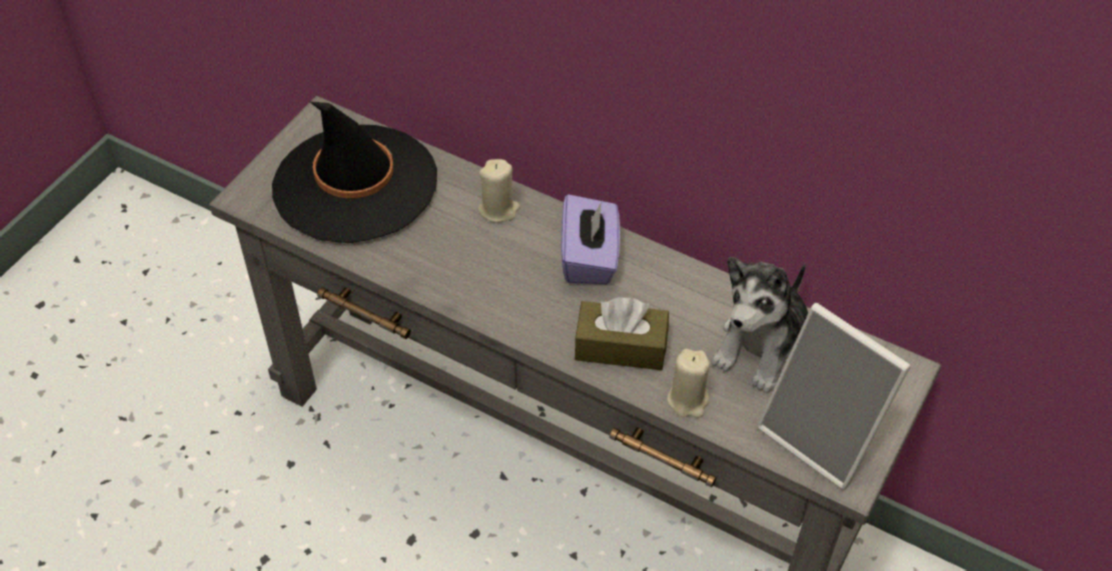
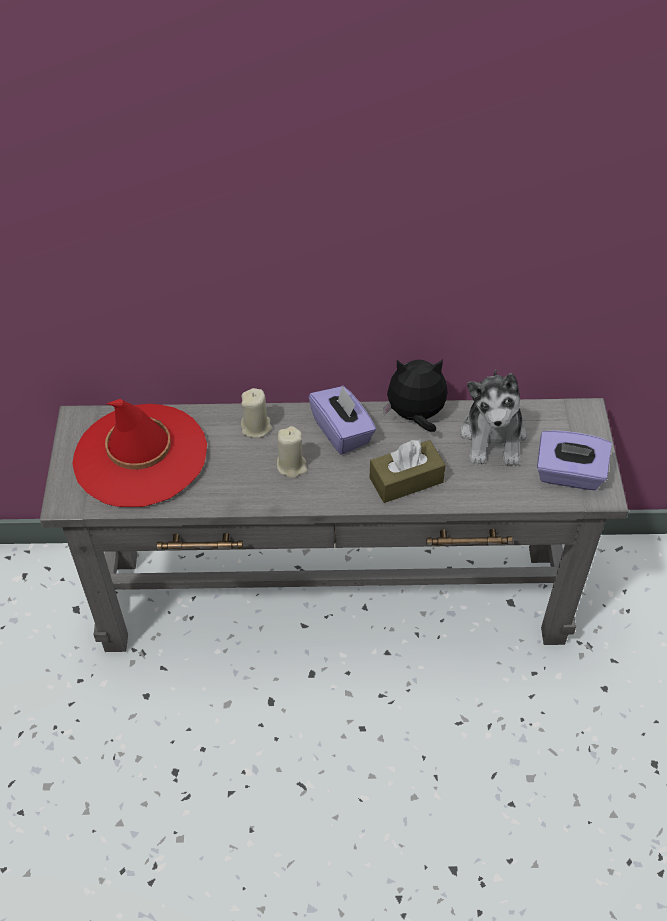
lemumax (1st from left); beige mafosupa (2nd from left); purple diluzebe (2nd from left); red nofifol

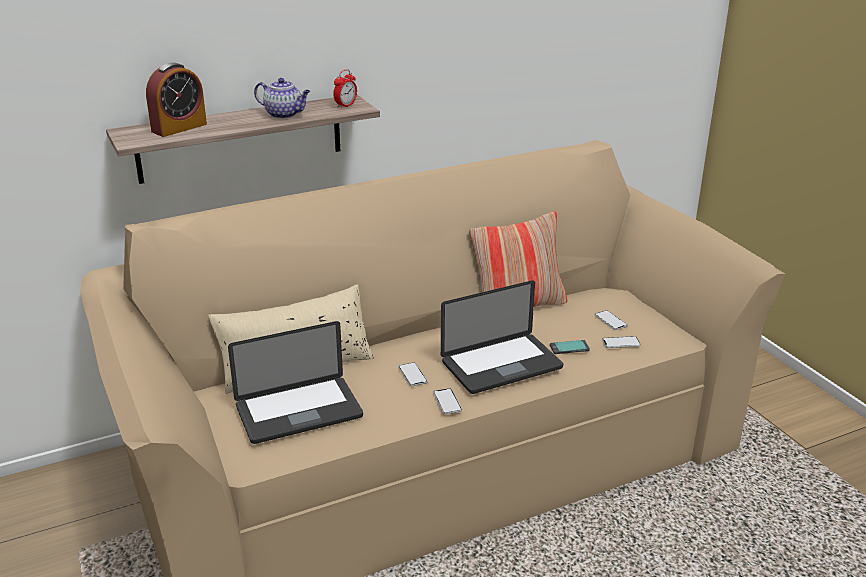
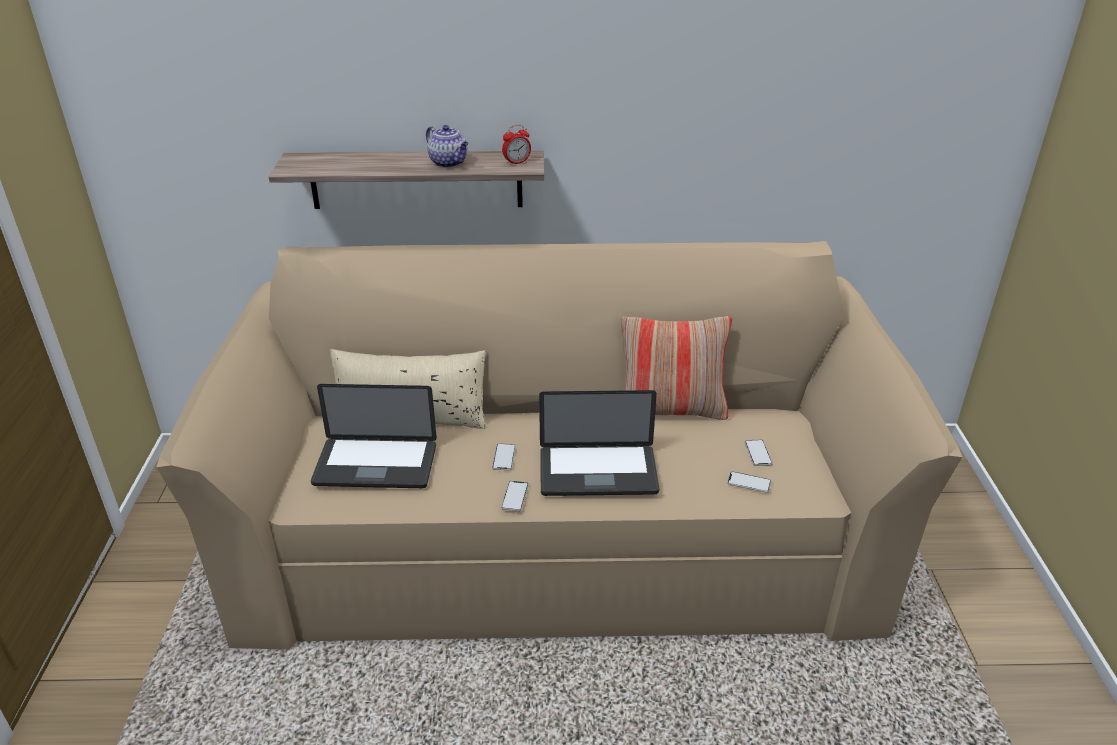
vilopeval (1st from left in the first image); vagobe (3rd from left in the first image)

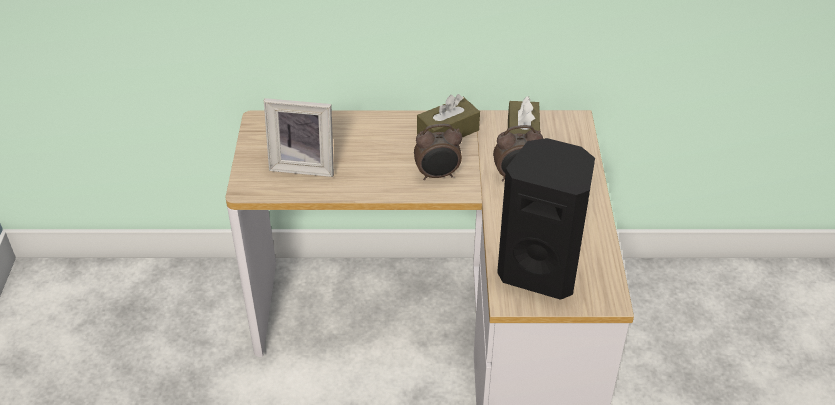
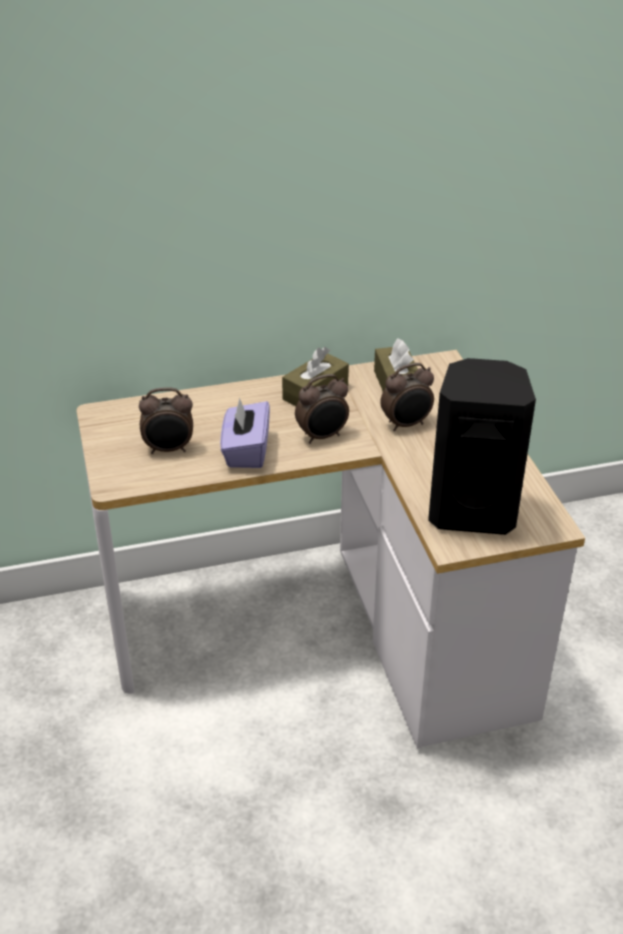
purple diluzebe; vilopeval (1st from left)

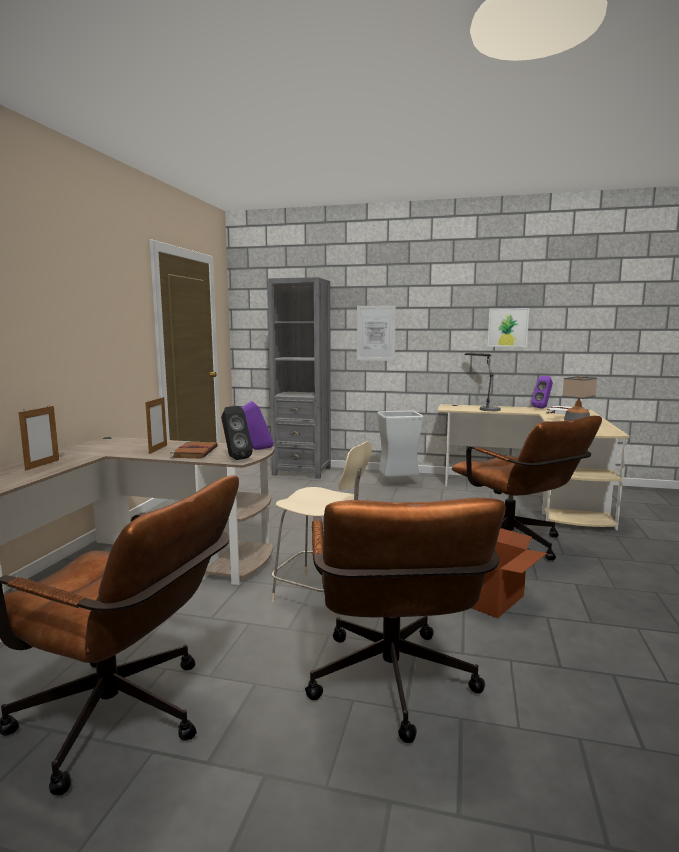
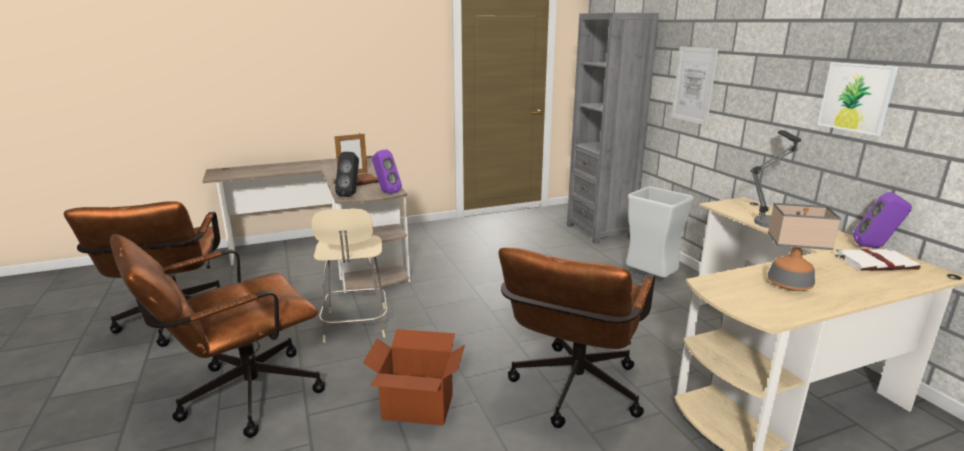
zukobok (1st from left in the first image)

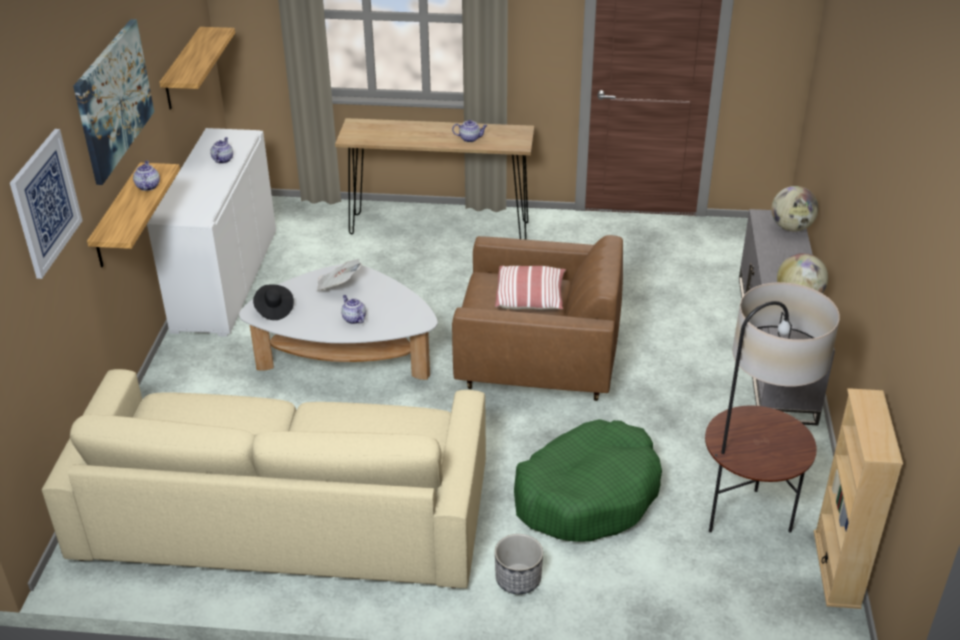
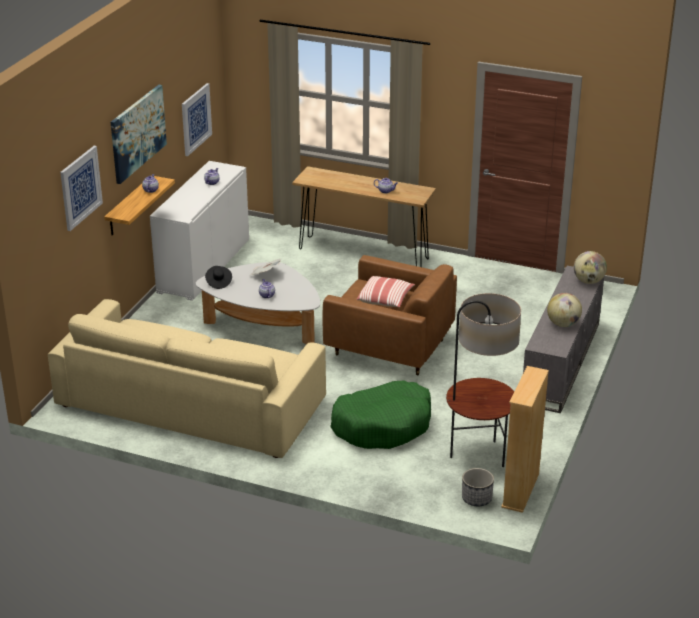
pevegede; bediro (3rd from left)

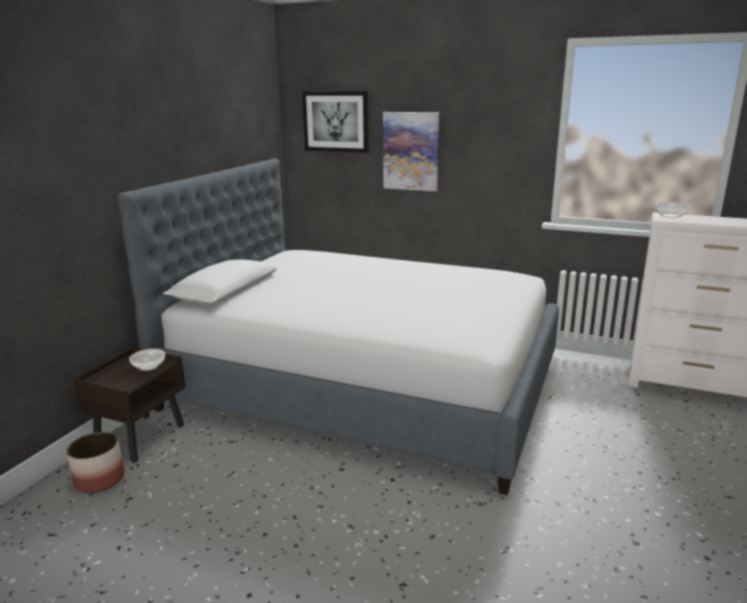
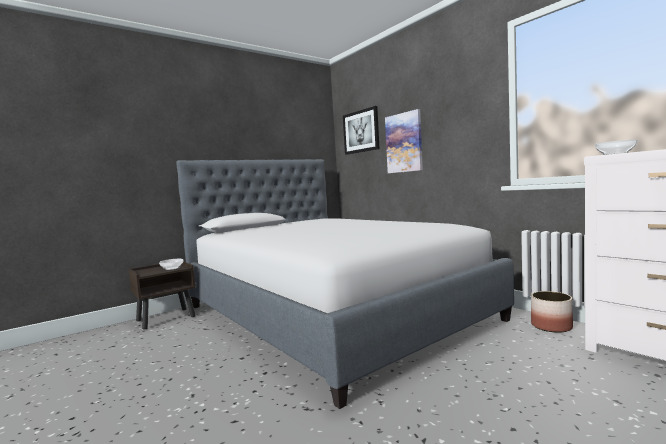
pevegede

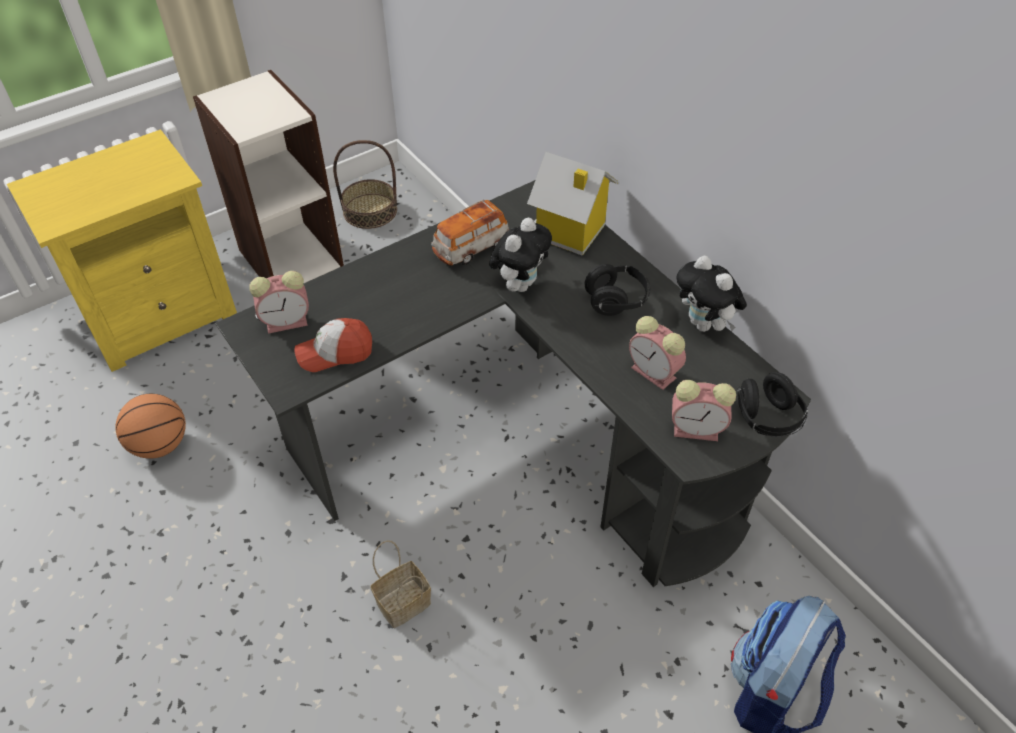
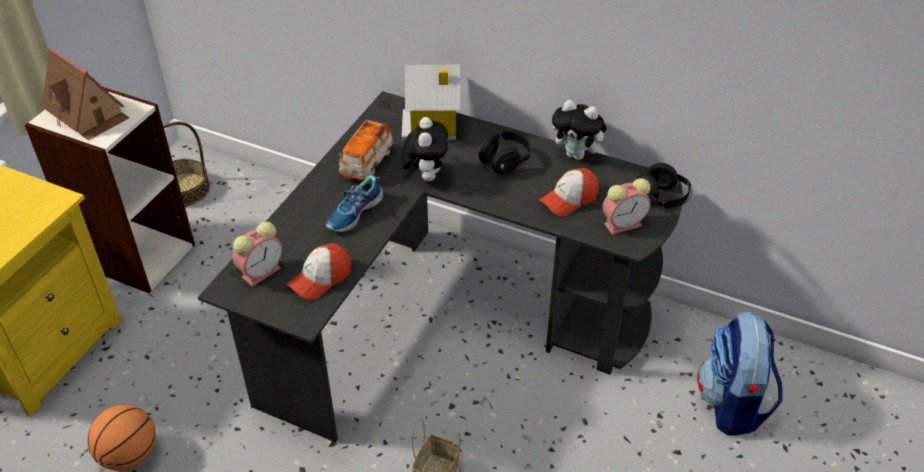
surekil (1st from left); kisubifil; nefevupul (2nd from left)

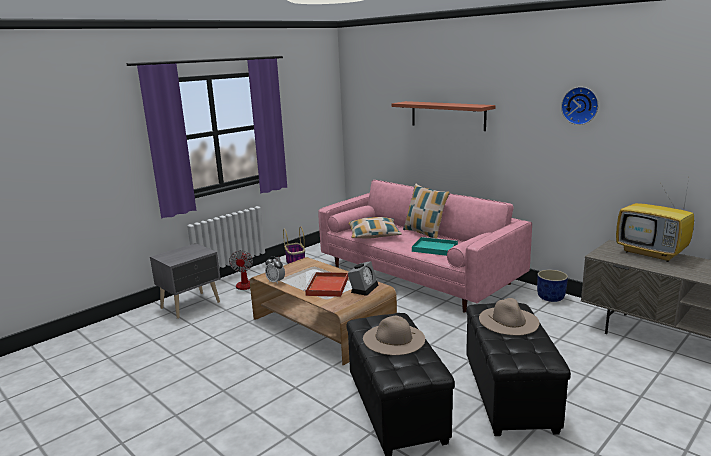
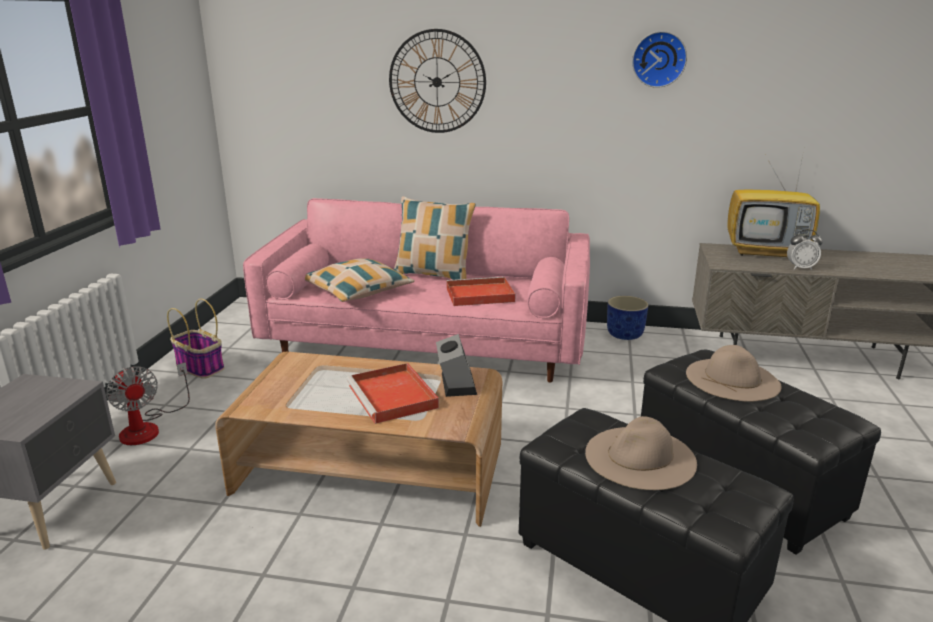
vilopeval (2nd from left); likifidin (1st from left); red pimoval (2nd from left)

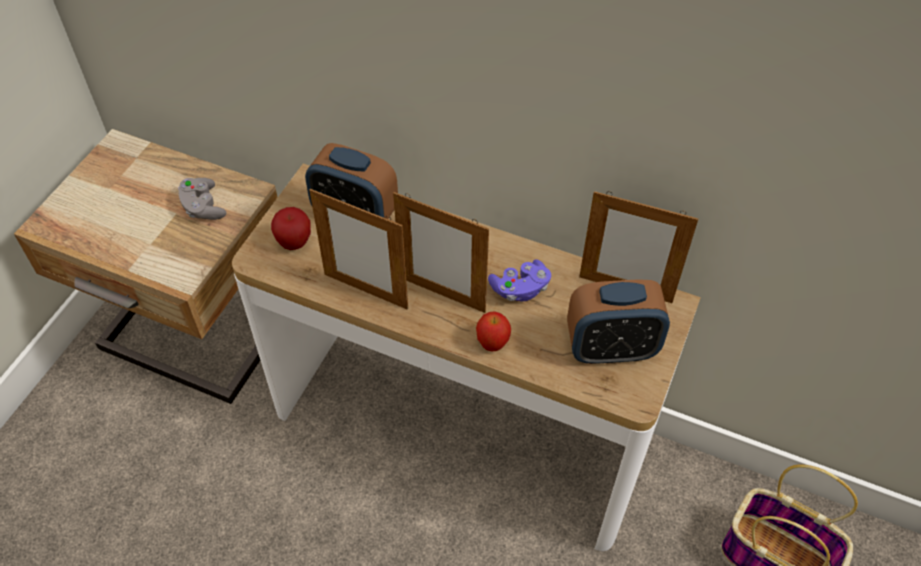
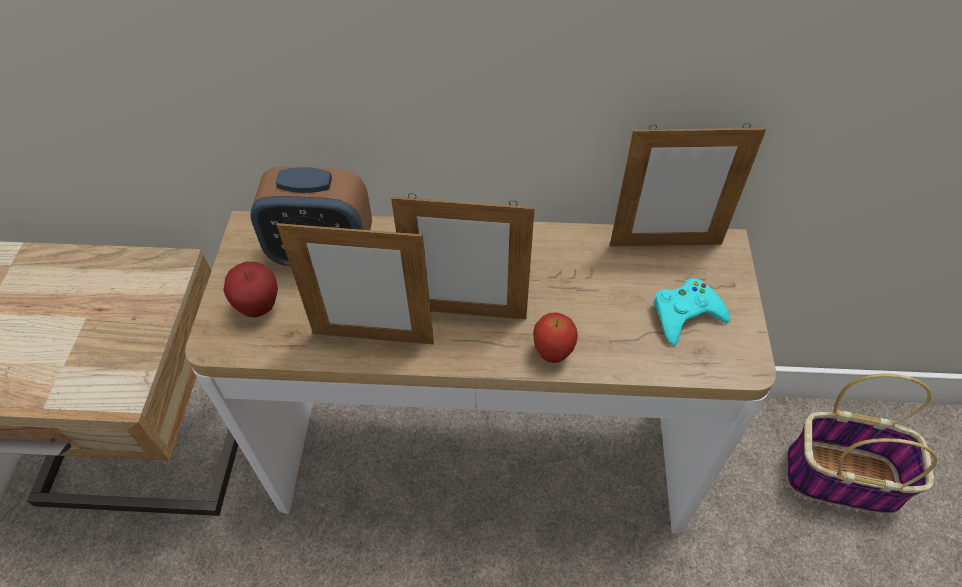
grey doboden; purple doboden; turquoise doboden

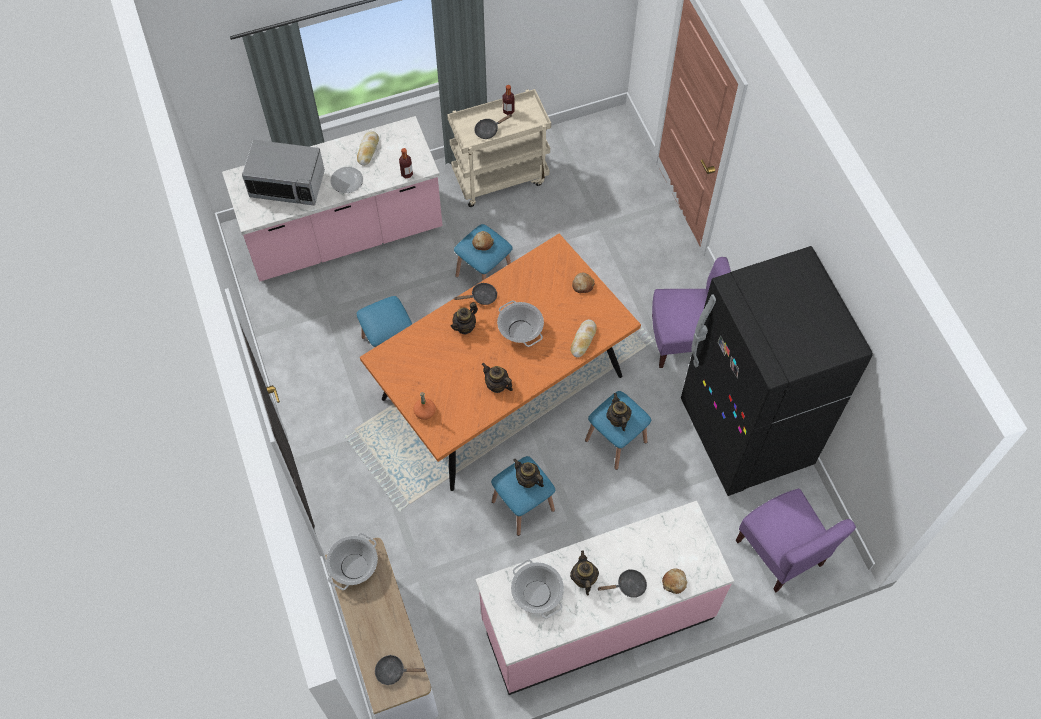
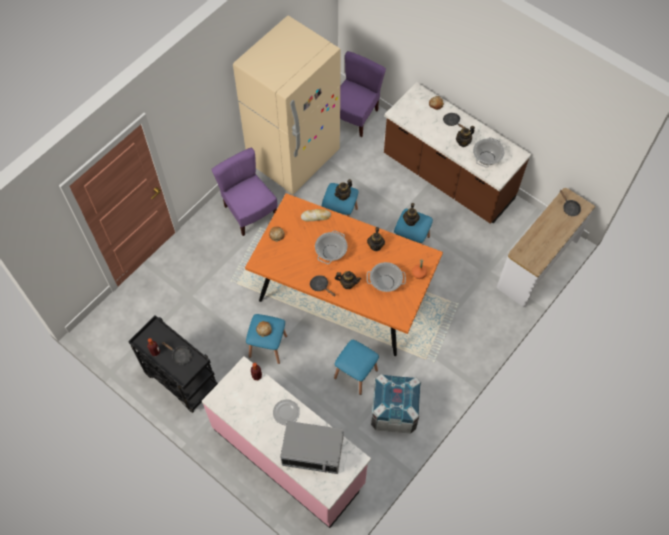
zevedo (1st from left in the first image); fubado; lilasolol (2nd from left); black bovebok; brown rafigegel; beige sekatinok; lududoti

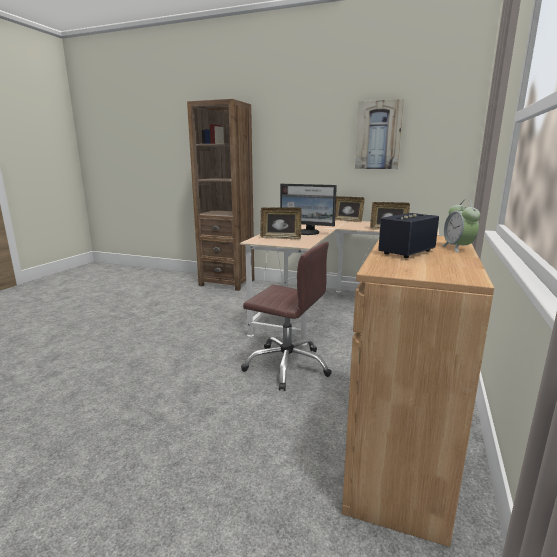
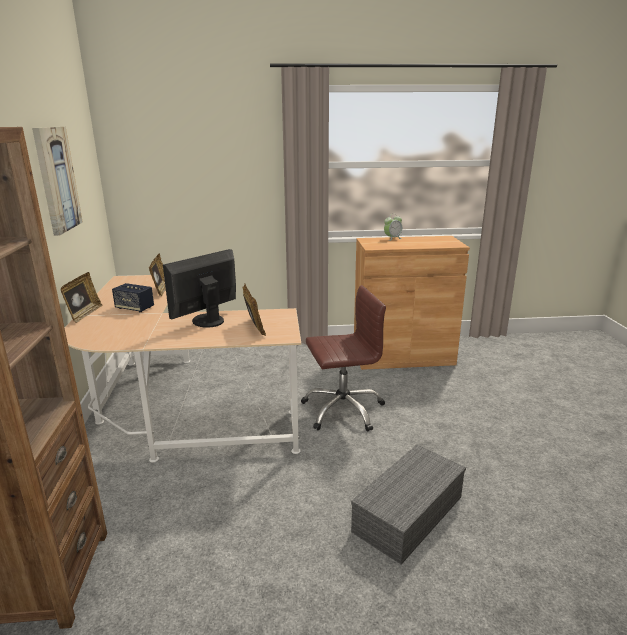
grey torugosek; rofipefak; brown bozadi; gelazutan

